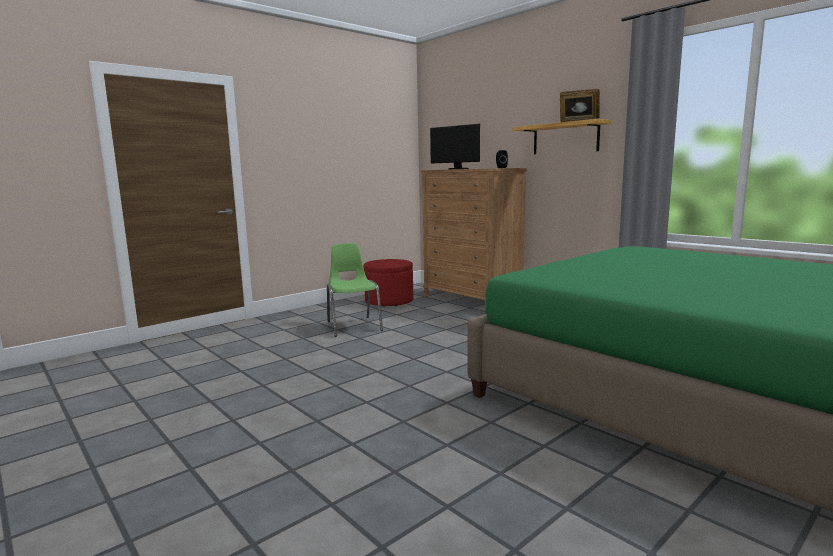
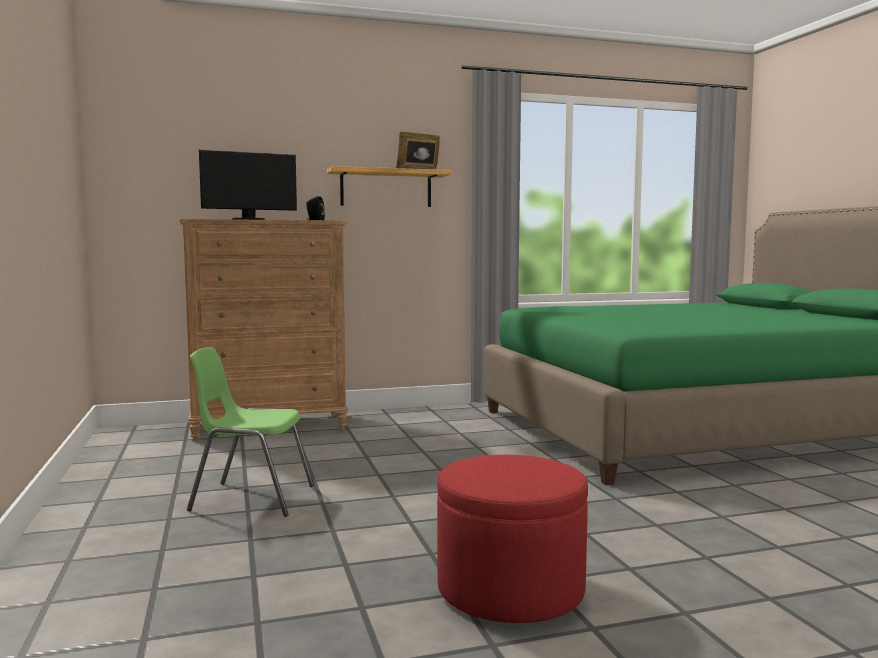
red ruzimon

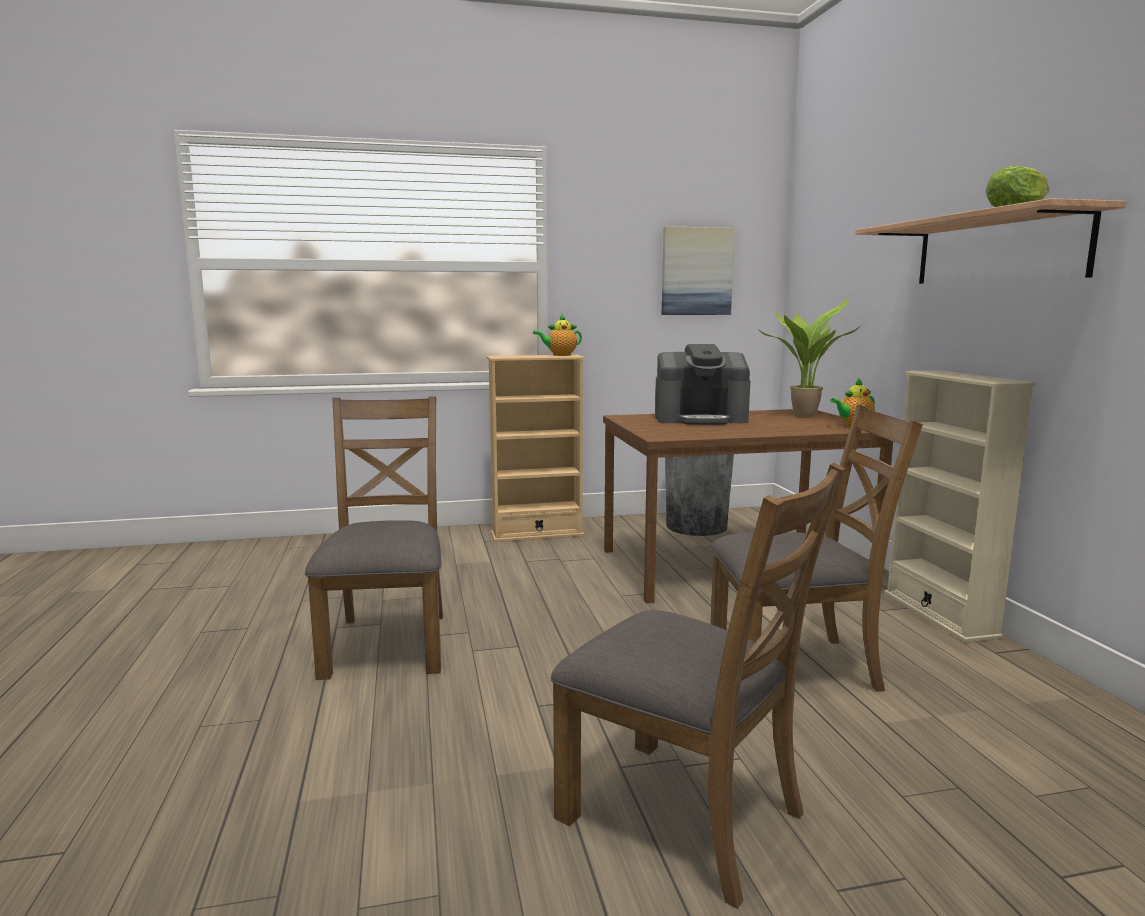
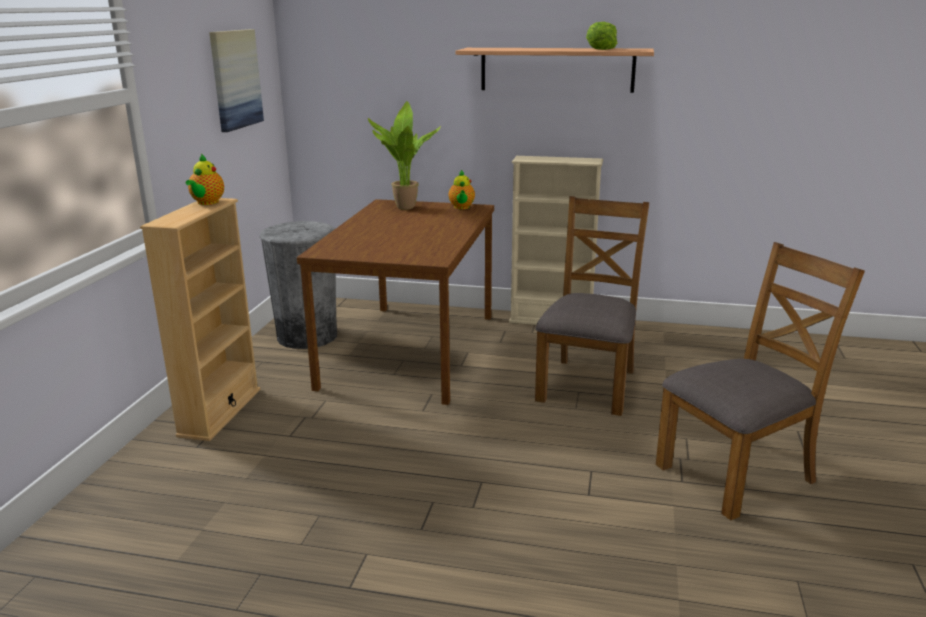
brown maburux (1st from left in the first image); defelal

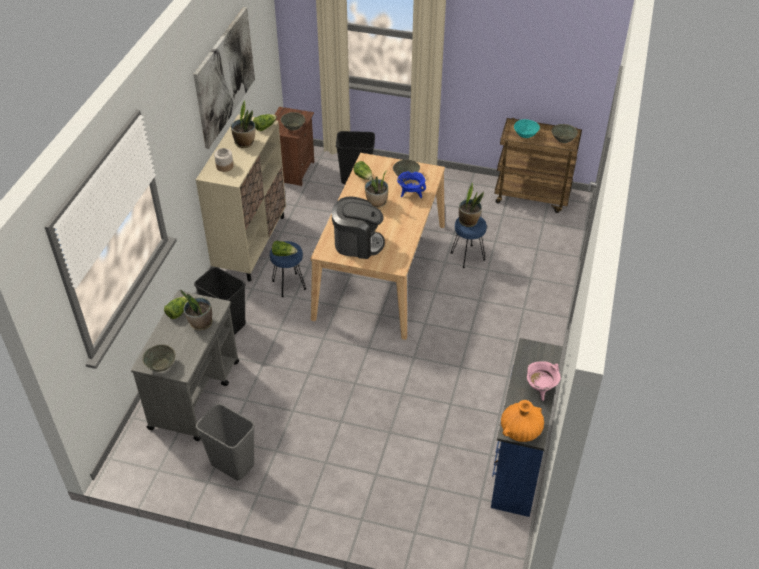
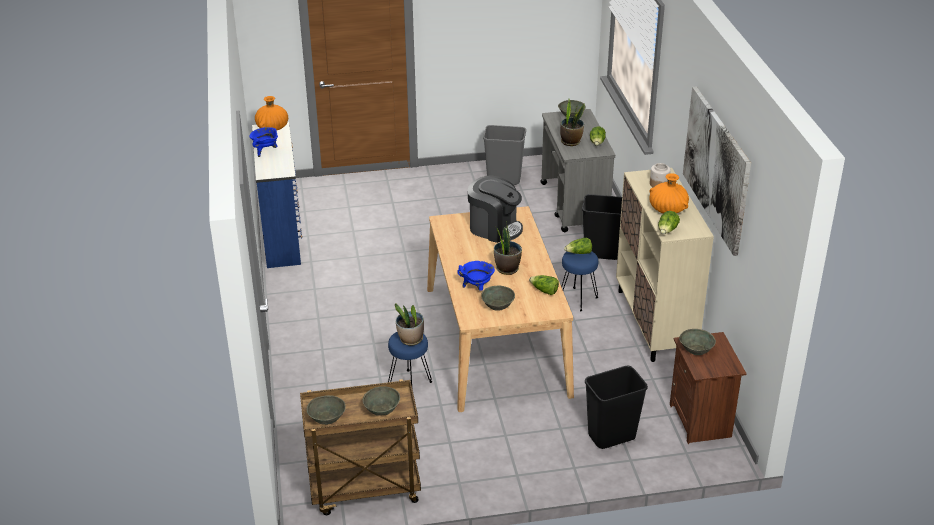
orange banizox (2nd from left); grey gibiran (2nd from left); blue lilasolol (1st from left); defelal

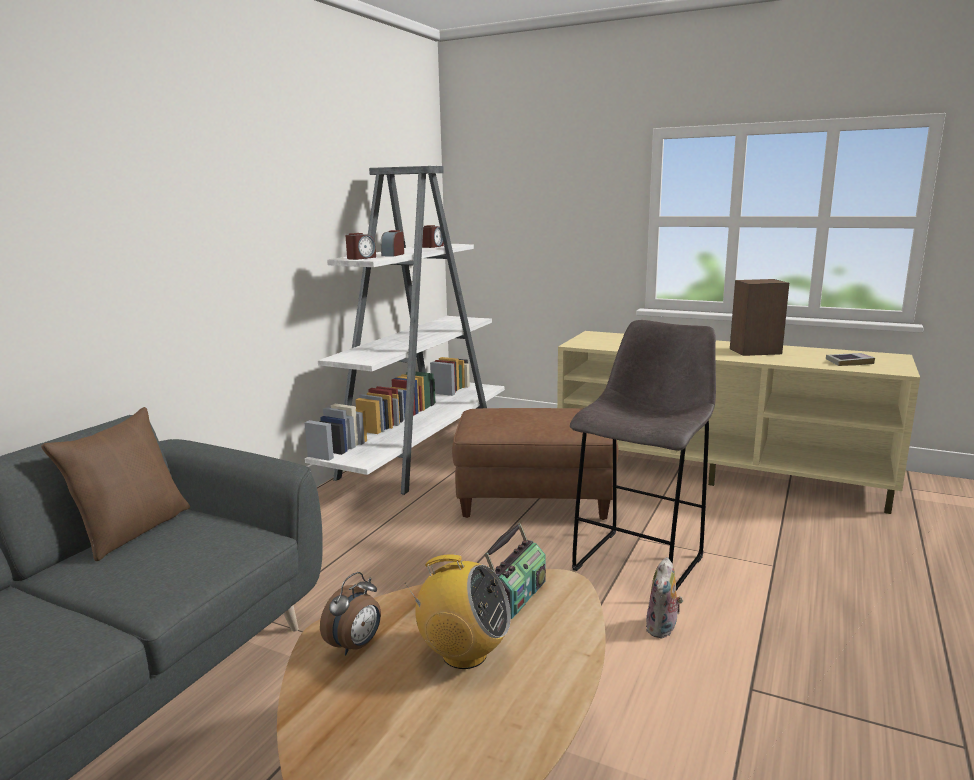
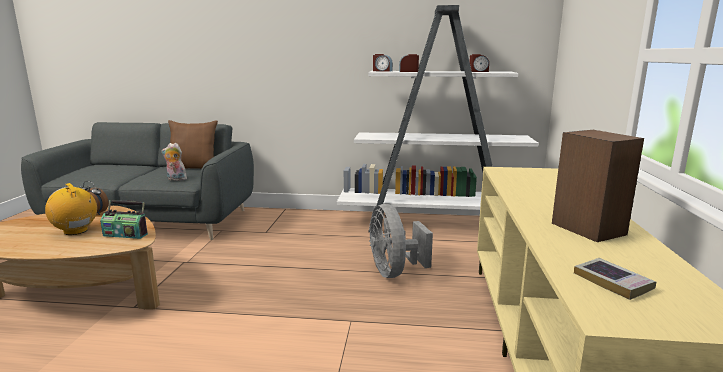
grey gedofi; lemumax; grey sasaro; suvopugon (1st from left)

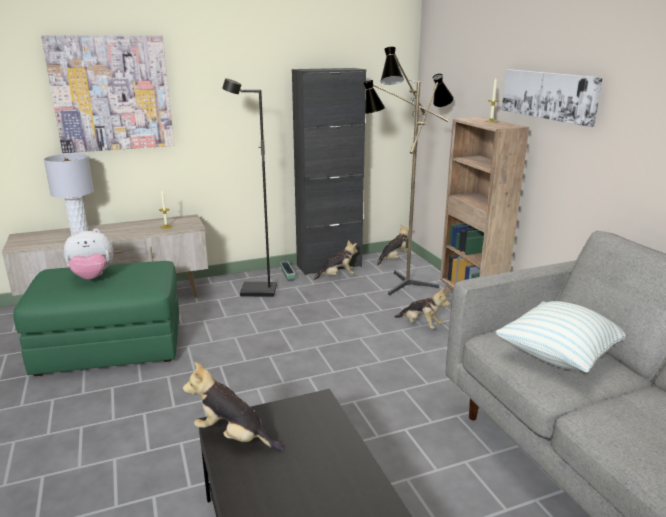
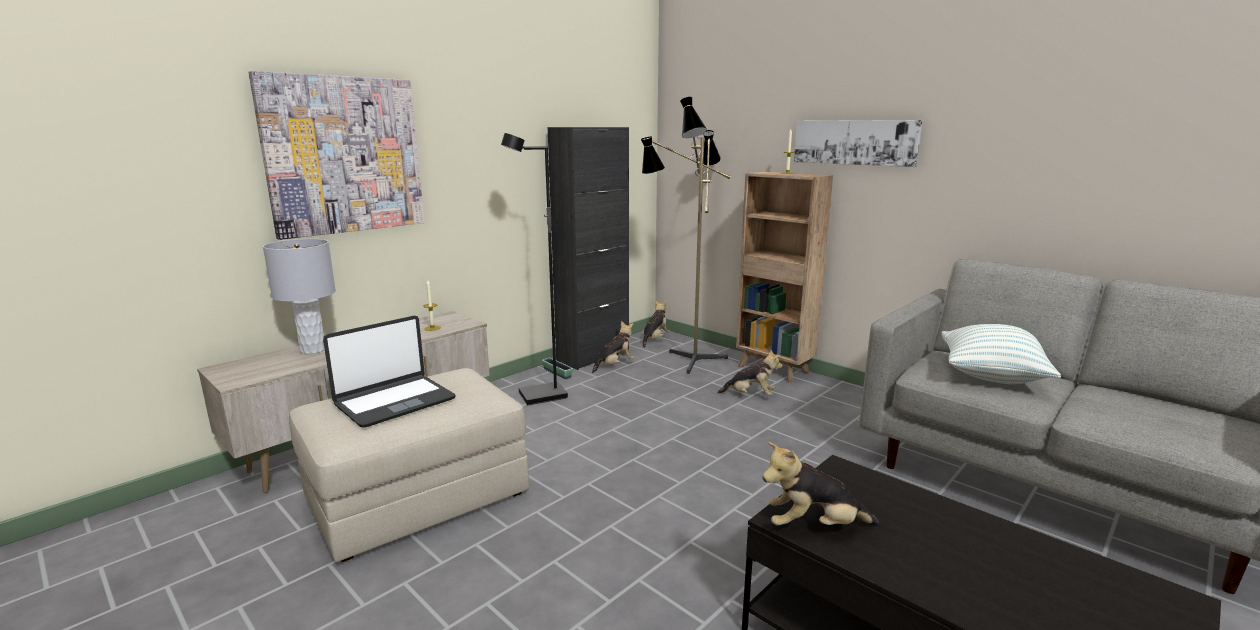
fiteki; beige ruzimon

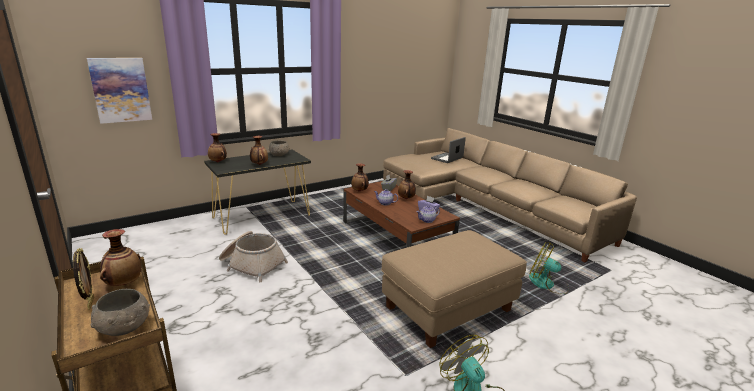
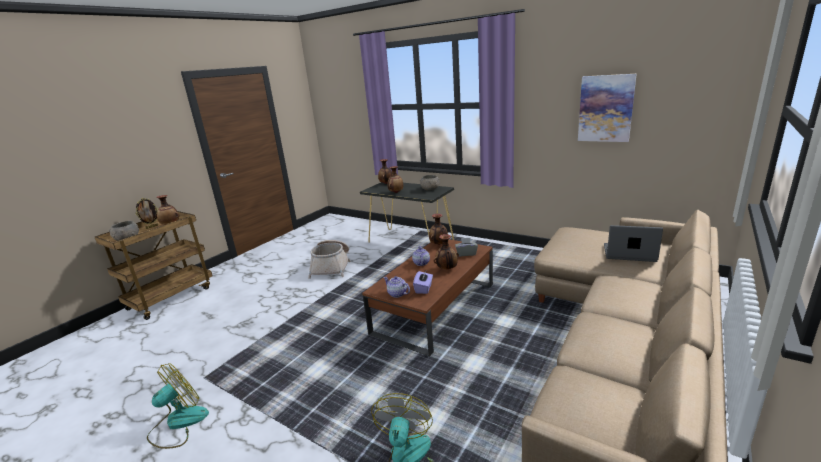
beige ruzimon; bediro

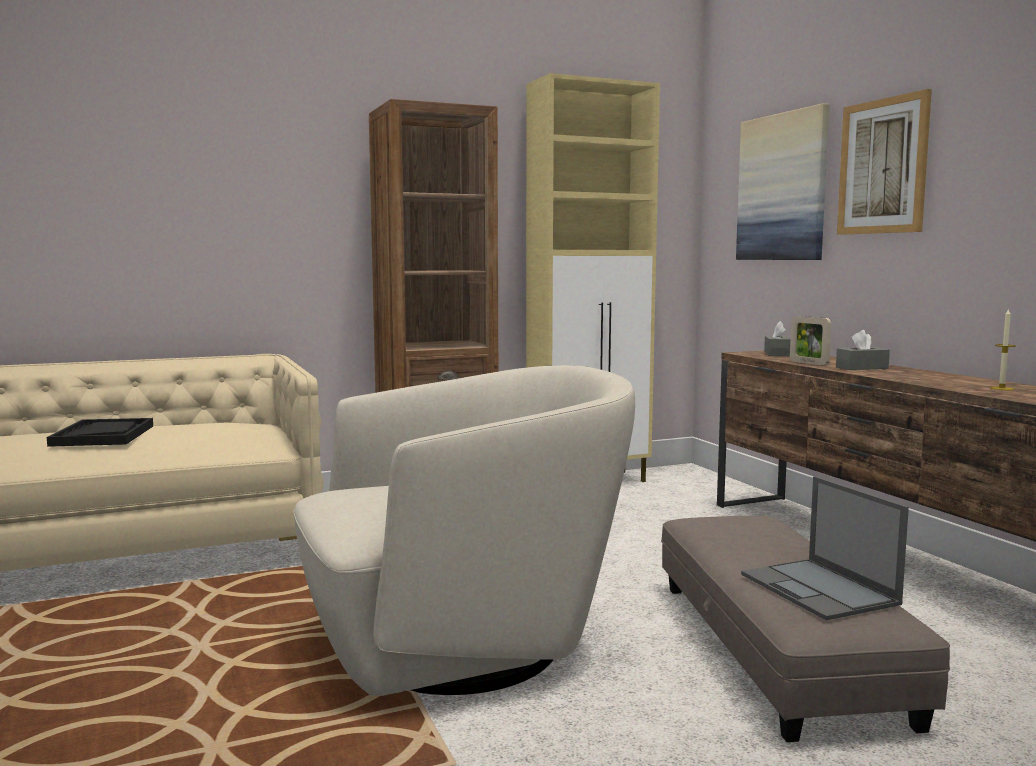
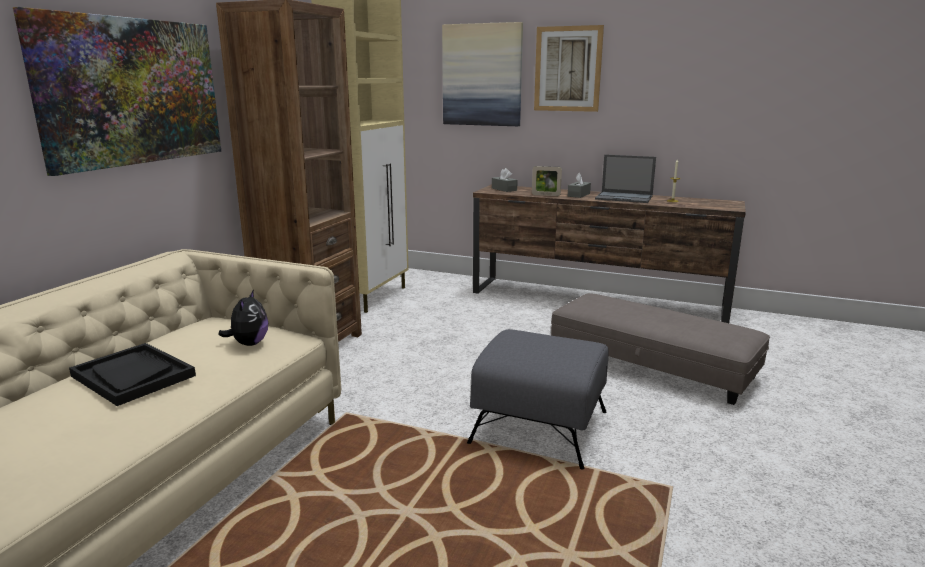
bediro (1st from left); lemumax; fiteki; grey ruzimon (1st from left)

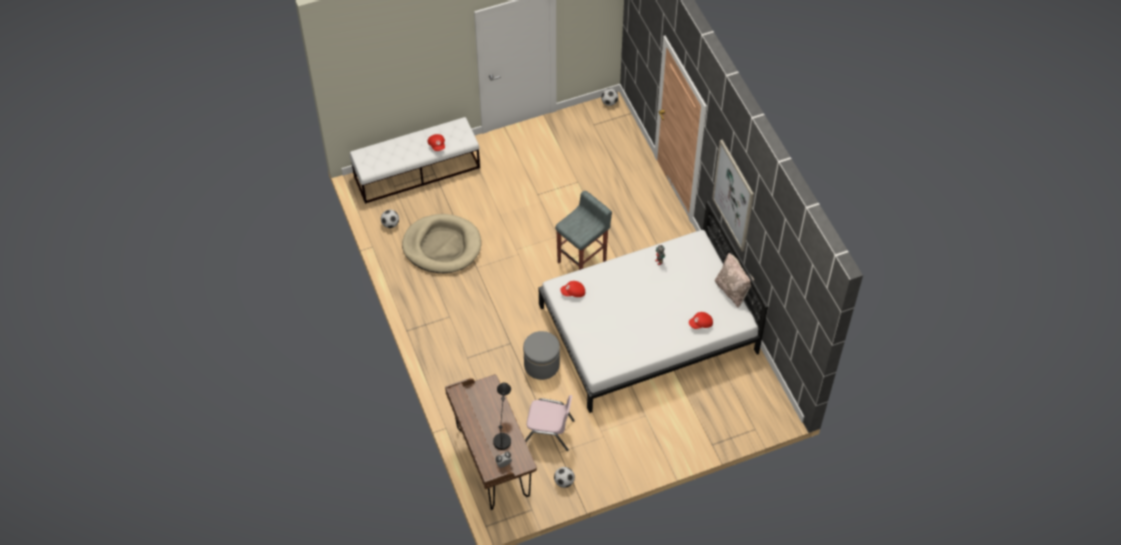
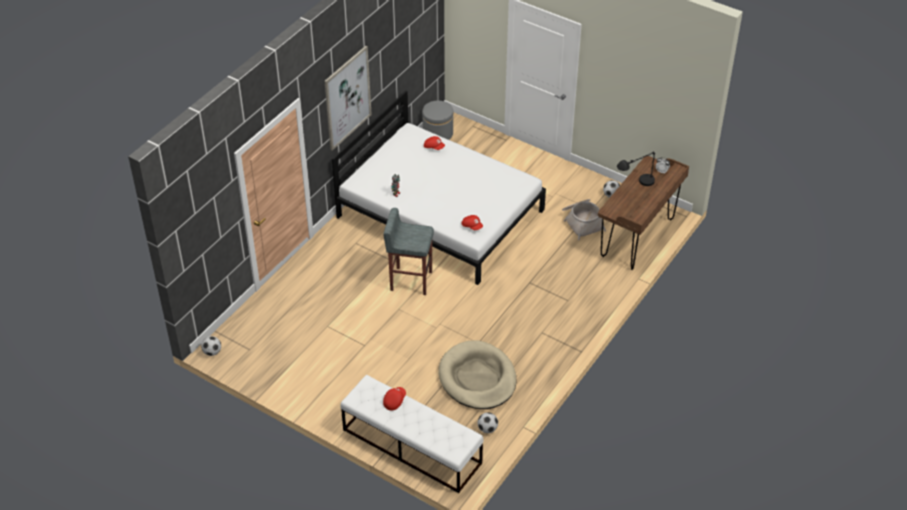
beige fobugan; grey ruzimon; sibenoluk

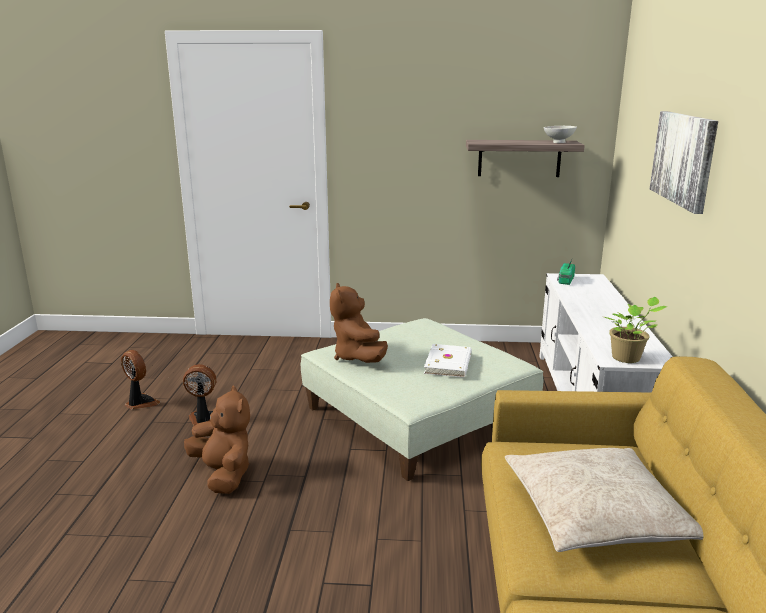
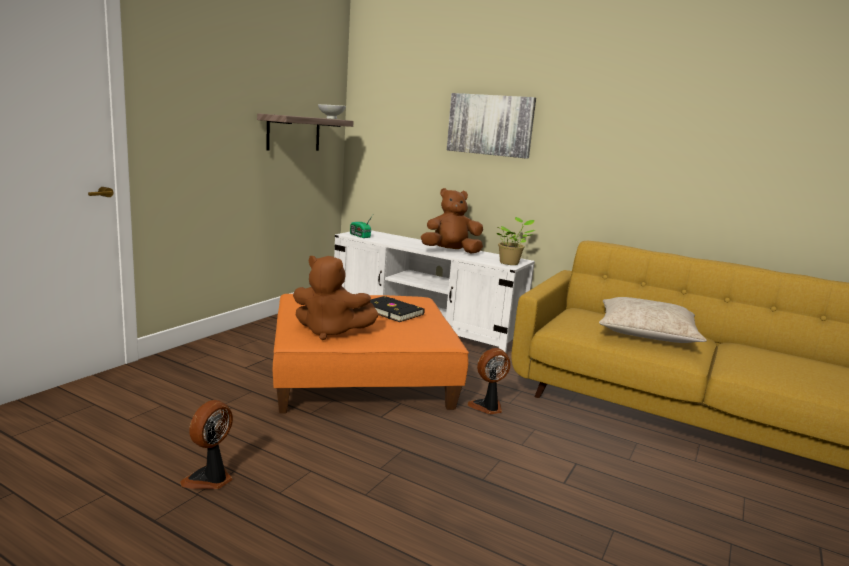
sasaro (2nd from left); brown lemumax (2nd from left); orange ruzimon; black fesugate

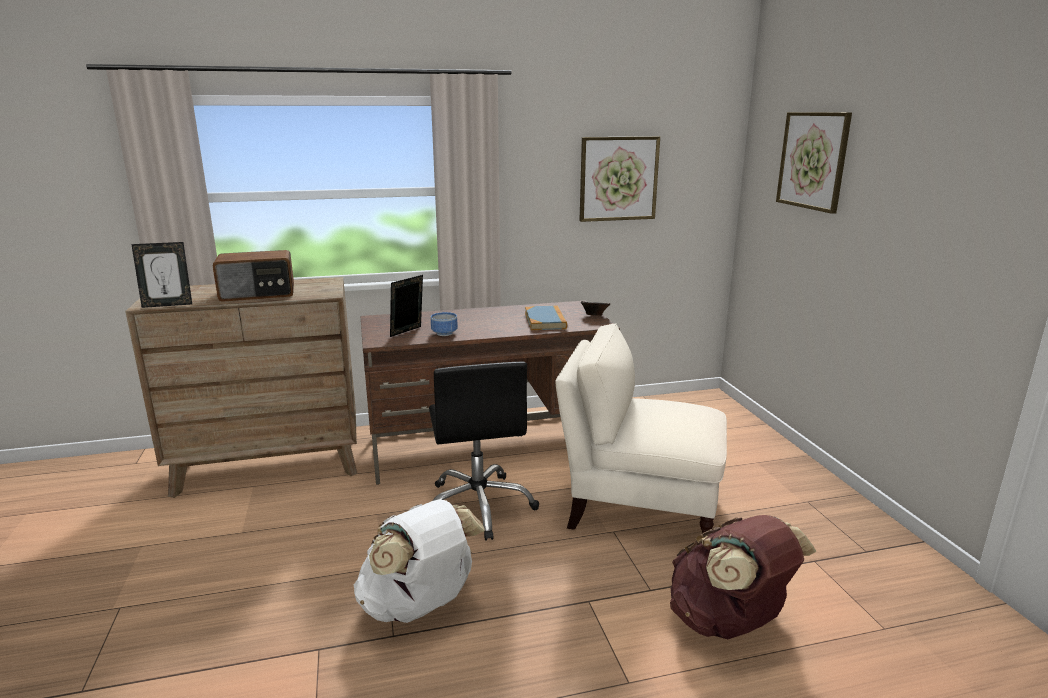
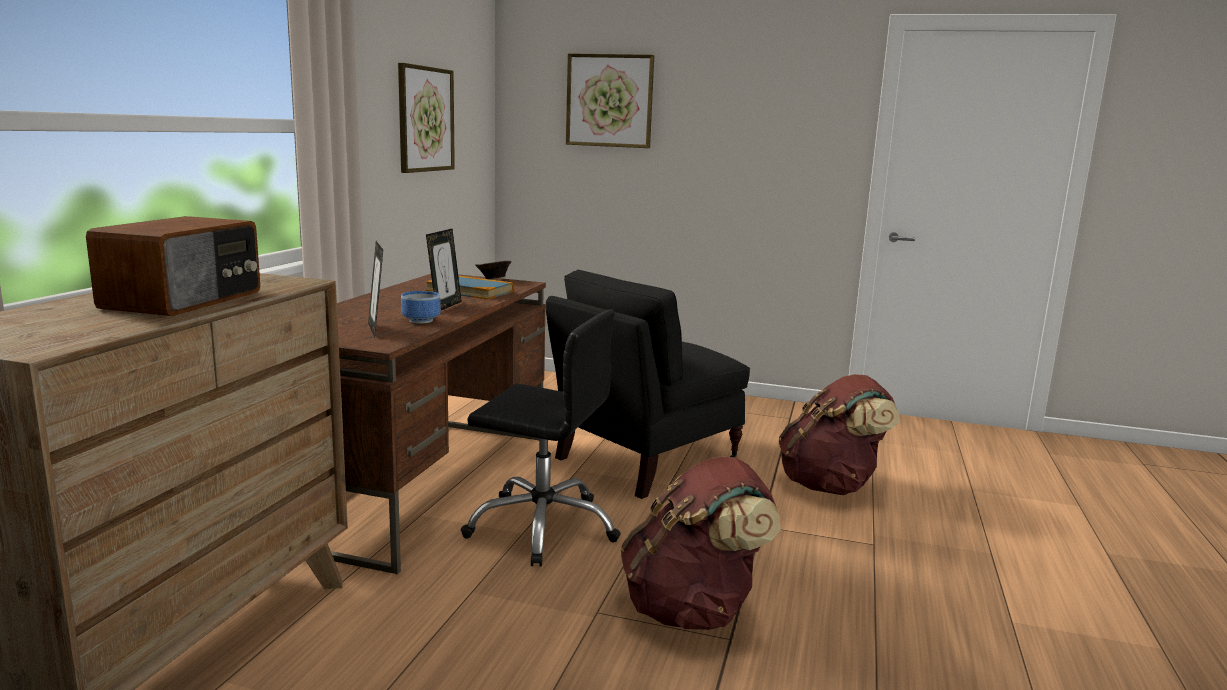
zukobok (2nd from left); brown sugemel (1st from left); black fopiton

